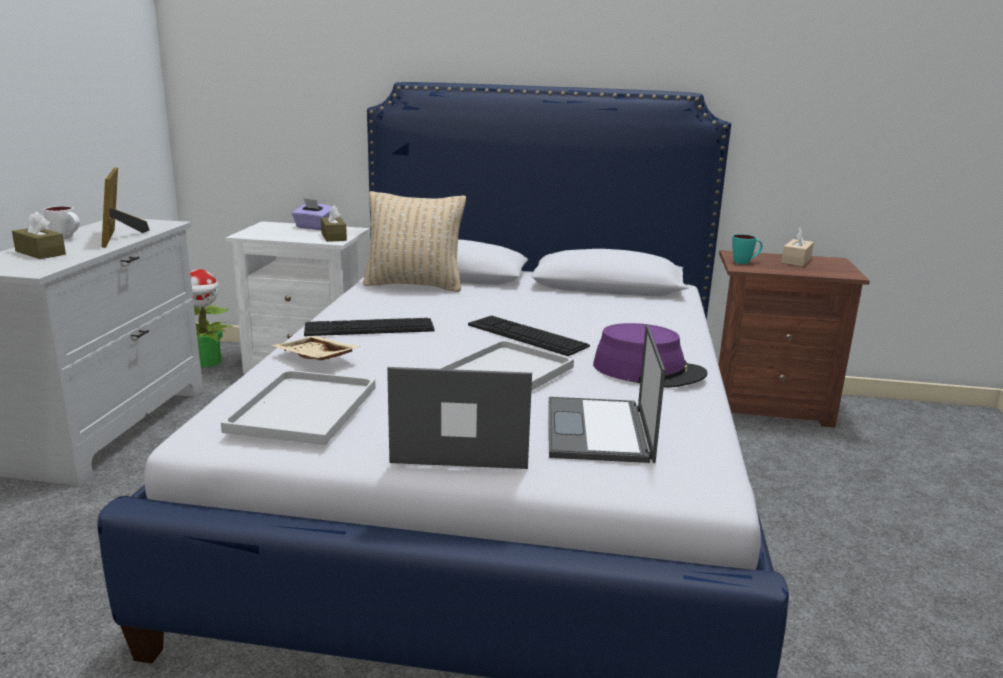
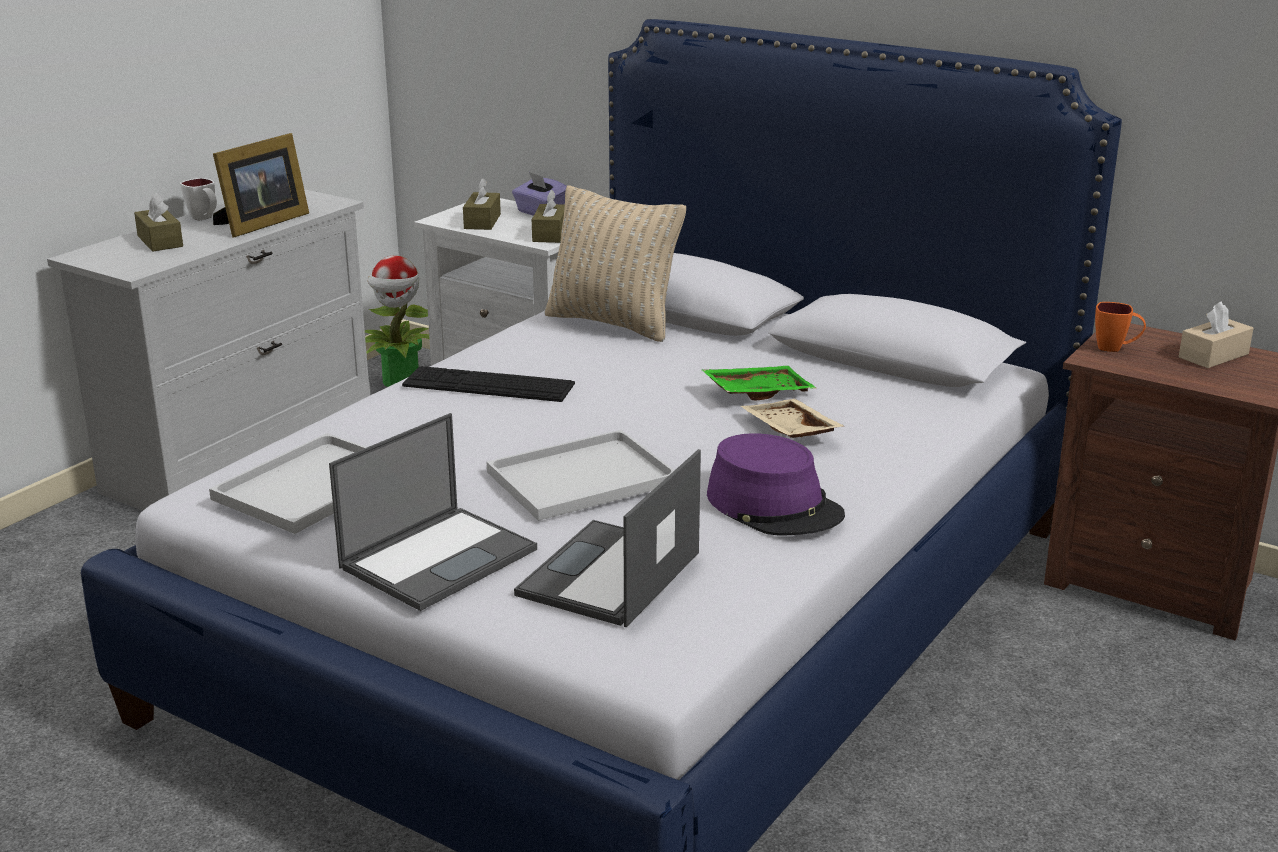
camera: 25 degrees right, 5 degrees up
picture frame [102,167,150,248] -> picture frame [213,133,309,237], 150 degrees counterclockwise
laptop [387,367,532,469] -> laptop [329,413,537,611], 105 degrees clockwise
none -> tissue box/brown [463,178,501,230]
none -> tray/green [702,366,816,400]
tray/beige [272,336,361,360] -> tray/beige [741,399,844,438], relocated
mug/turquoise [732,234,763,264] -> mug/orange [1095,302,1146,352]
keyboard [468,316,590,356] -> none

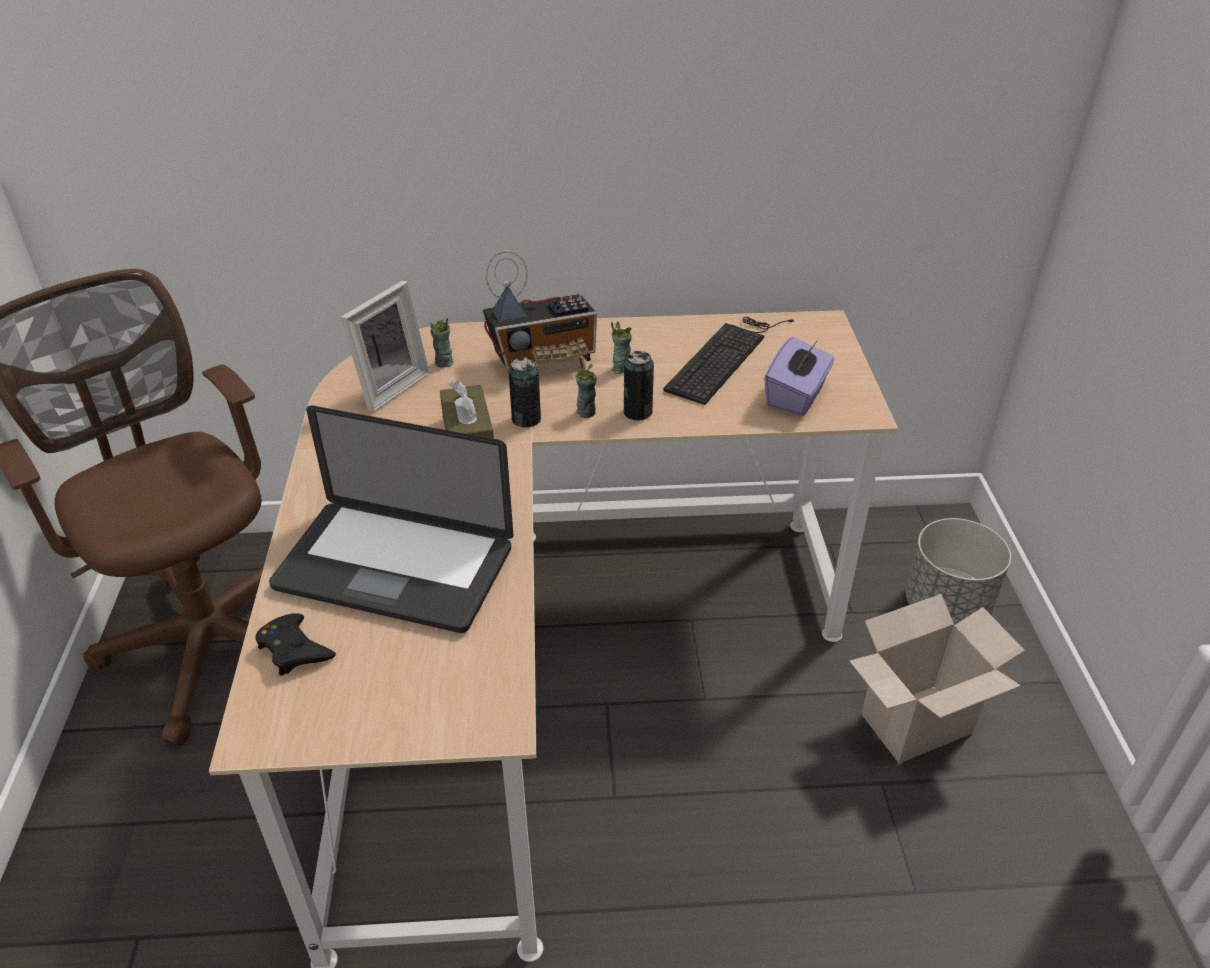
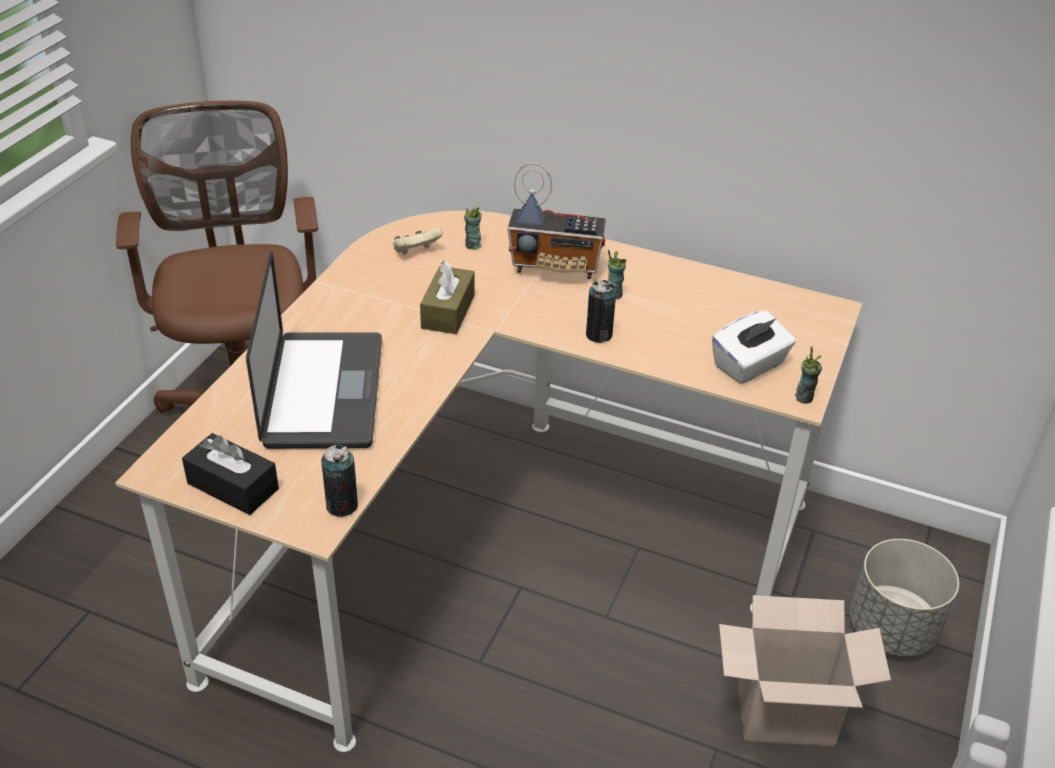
camera: 25 degrees right, 0 degrees up
none -> tissue box/black [182,433,279,515]
laptop [269,406,514,633] -> laptop [246,252,382,449], 135 degrees counterclockwise
can [509,357,541,427] -> can [321,445,358,517], relocated
picture frame [341,280,430,413] -> game controller/beige [393,228,442,255]
tissue box/purple [764,337,834,416] -> tissue box/white [712,311,796,384]
cup [576,358,597,418] -> cup [795,347,822,404], relocated
game controller/black [255,613,336,676] -> none
keyboard [663,317,794,405] -> none

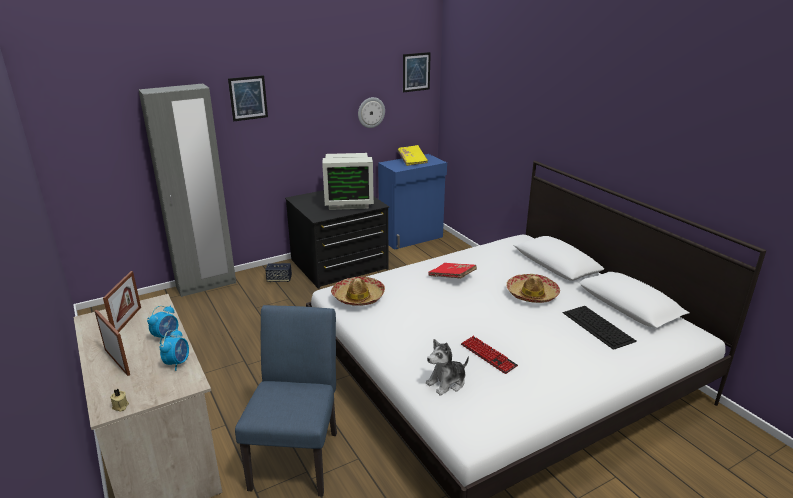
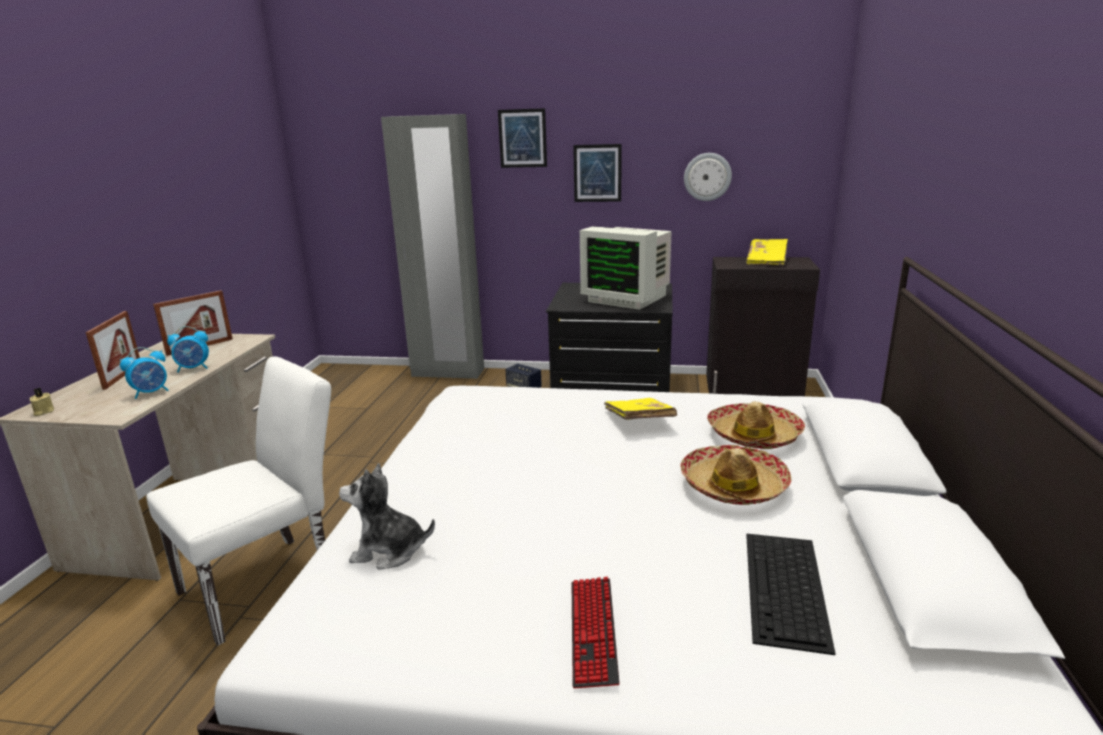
camera: 40 degrees right, 5 degrees down
chair/blue [235,305,337,496] -> chair/white [146,356,331,646]
keyboard [461,336,518,374] -> keyboard [571,577,620,688], relocated
picture [403,52,431,93] -> picture [573,144,622,202], relocated
book/red [428,263,477,278] -> book/yellow [604,398,677,420]
cabinet/blue [378,154,447,250] -> cabinet/black [706,257,820,396]
hat [331,277,385,306] -> hat [707,401,805,449], relocated

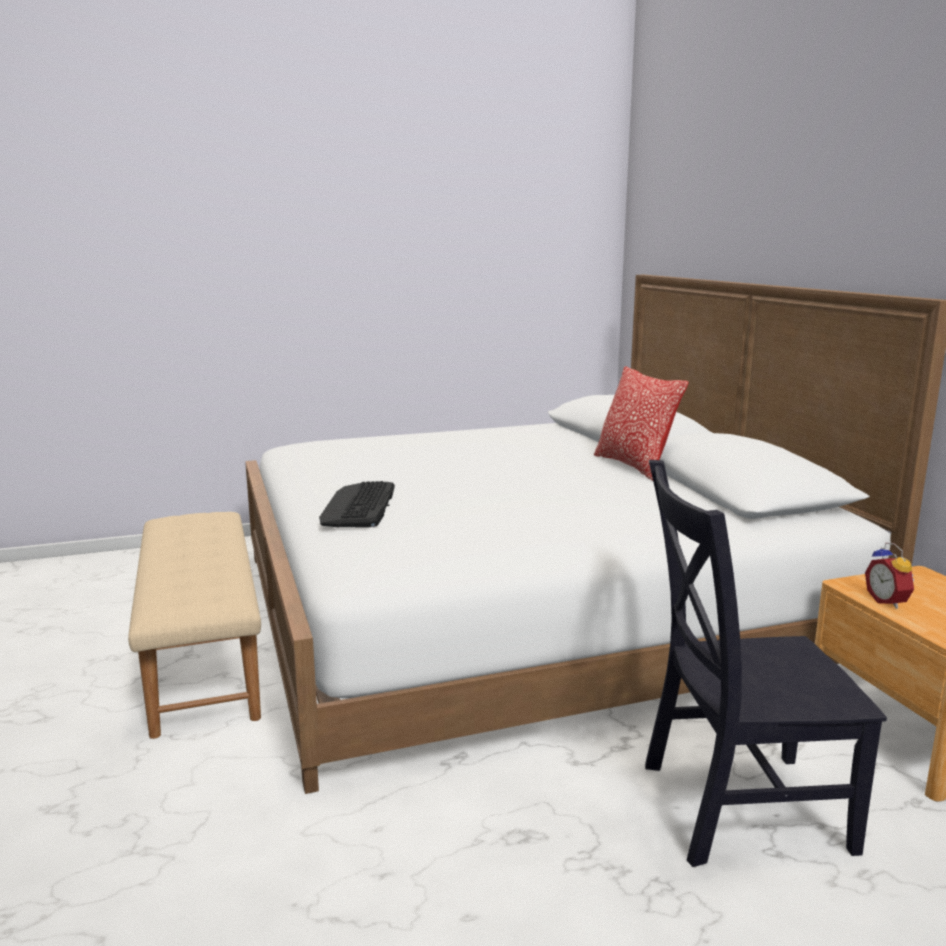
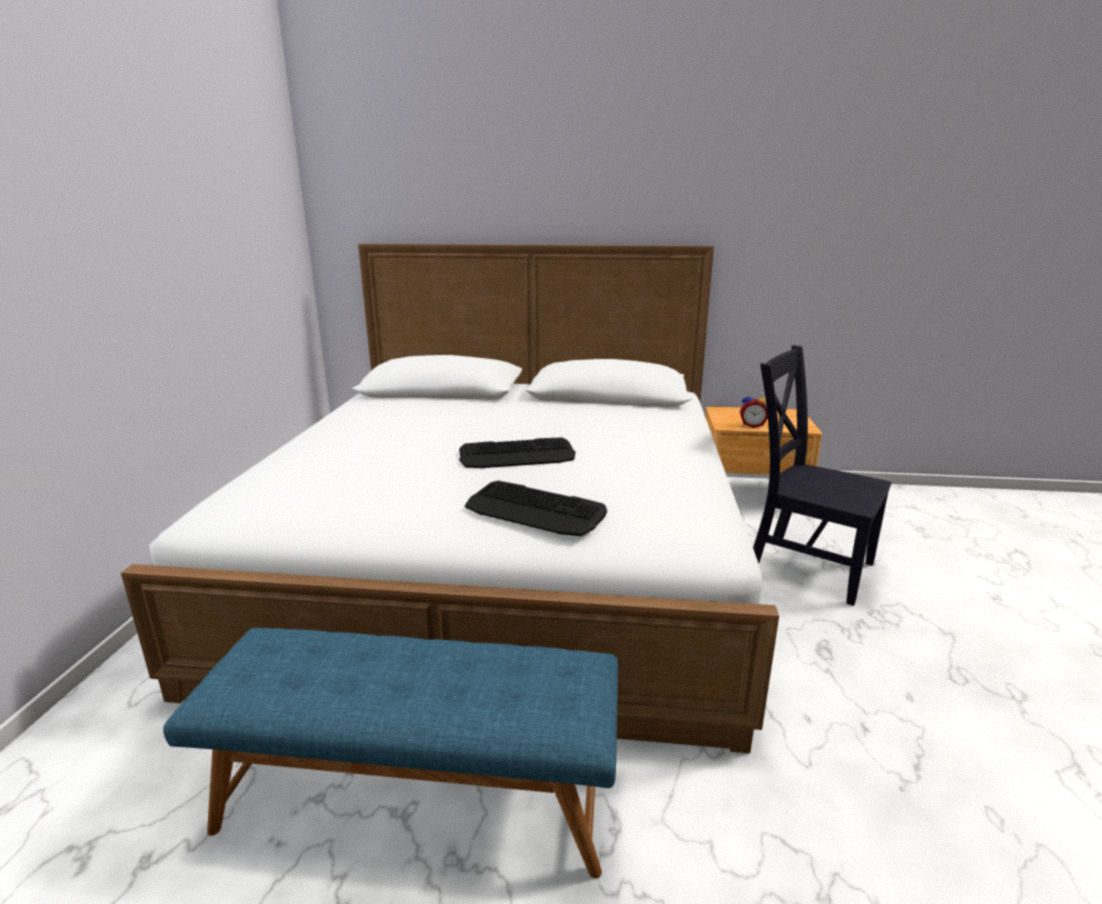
camera: 65 degrees left, 5 degrees up
bench/beige [128,512,261,739] -> bench/blue [163,628,618,878]
none -> keyboard [459,437,576,468]
chair/black [645,460,887,867] -> chair/black [753,345,892,606], 105 degrees clockwise
pillow [594,367,689,481] -> none

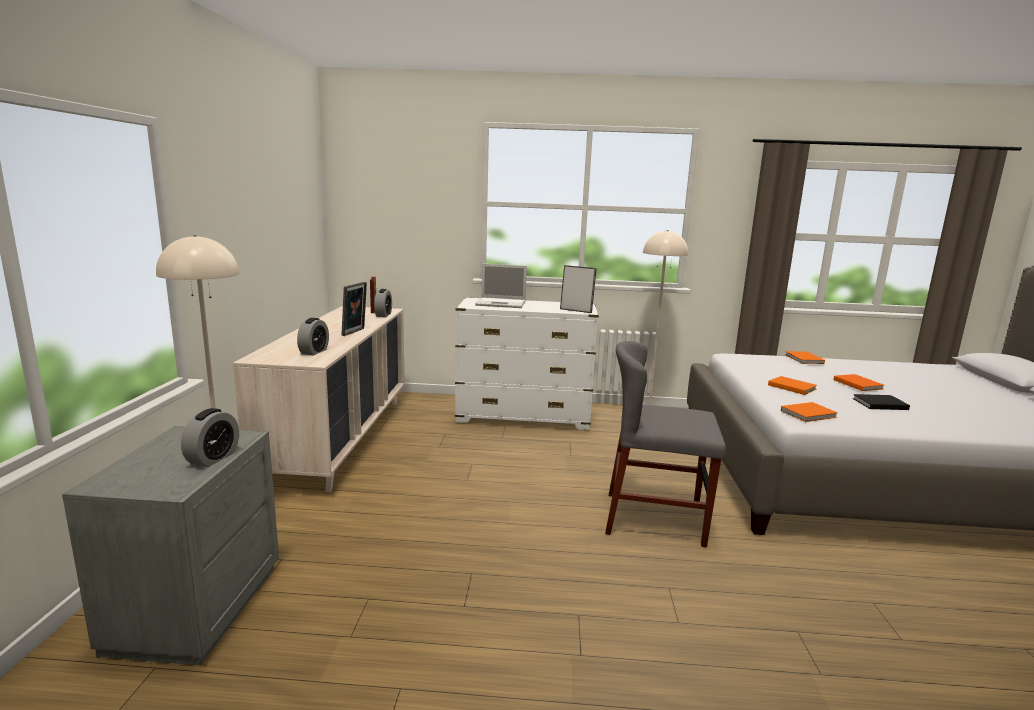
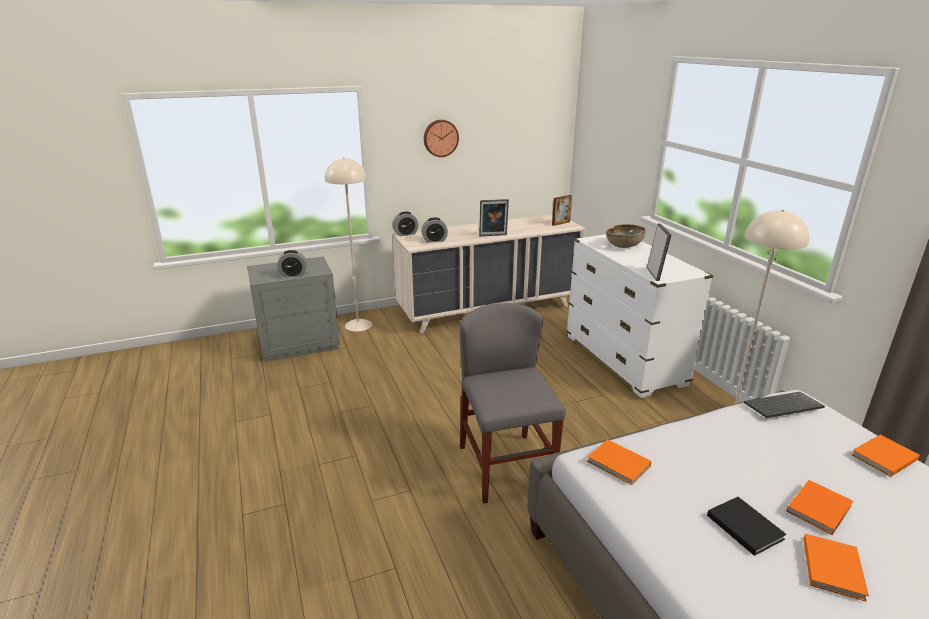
camera: 65 degrees right, 10 degrees up
alarm clock [374,289,392,317] -> alarm clock [393,212,419,236], relocated
none -> wall clock [424,120,459,157]
laptop [475,264,527,308] -> bowl/brown [606,224,646,248]
none -> keyboard [744,392,825,418]
book/orange [768,376,817,395] -> book/orange [803,534,869,601], relocated

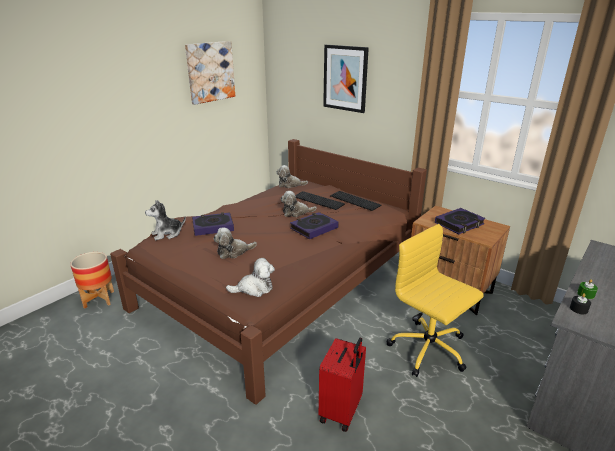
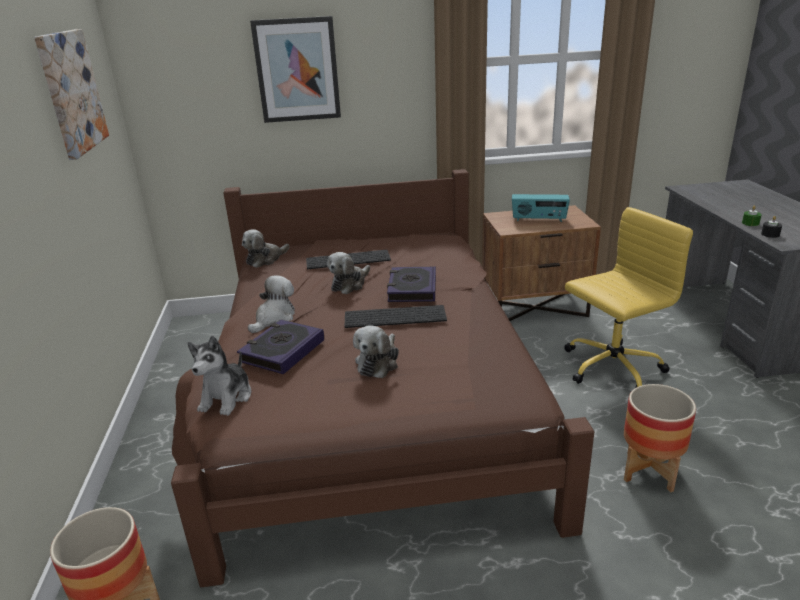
camera: 45 degrees left, 0 degrees up
plush toy [226,258,275,297] -> plush toy [248,275,295,333], relocated
keyboard [330,191,381,211] -> keyboard [345,305,447,328], relocated
book [435,208,485,234] -> radio [512,194,570,222]
office chair/yellow [386,224,484,377] -> office chair/yellow [564,207,693,388], 150 degrees clockwise
suitcase/red [319,338,366,432] -> planter [624,384,696,492]

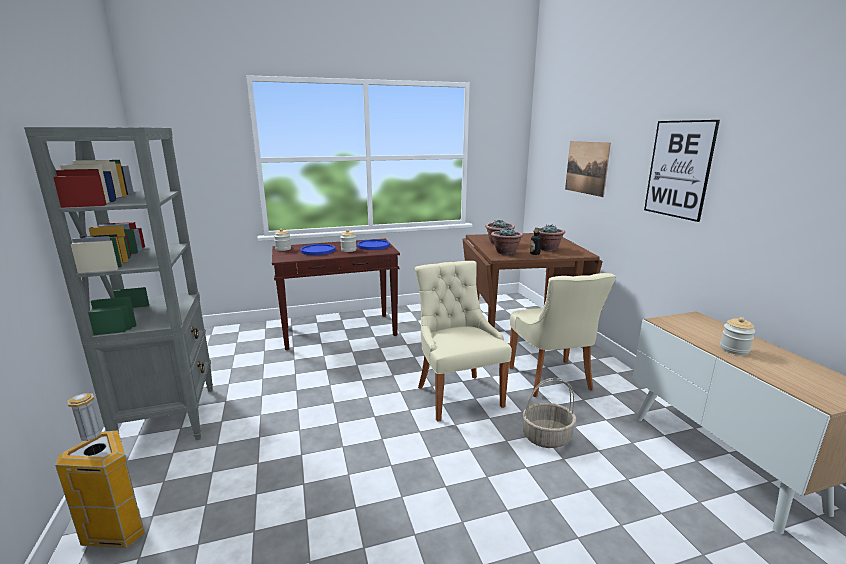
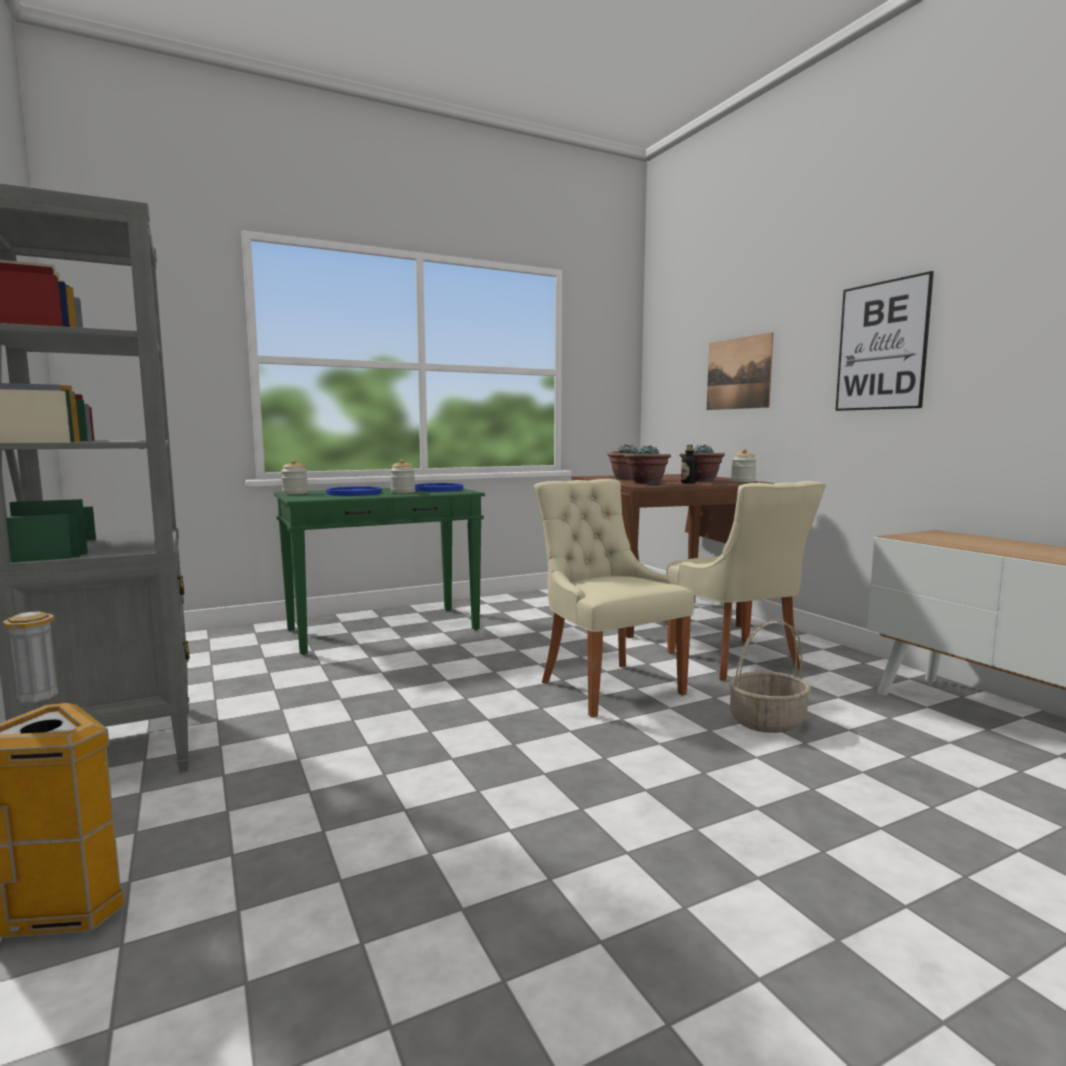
camera: 10 degrees left, 10 degrees down
console table/brown [272,239,400,350] -> console table/green [274,488,485,655]
jar [720,317,755,355] -> jar [731,449,757,482], relocated

